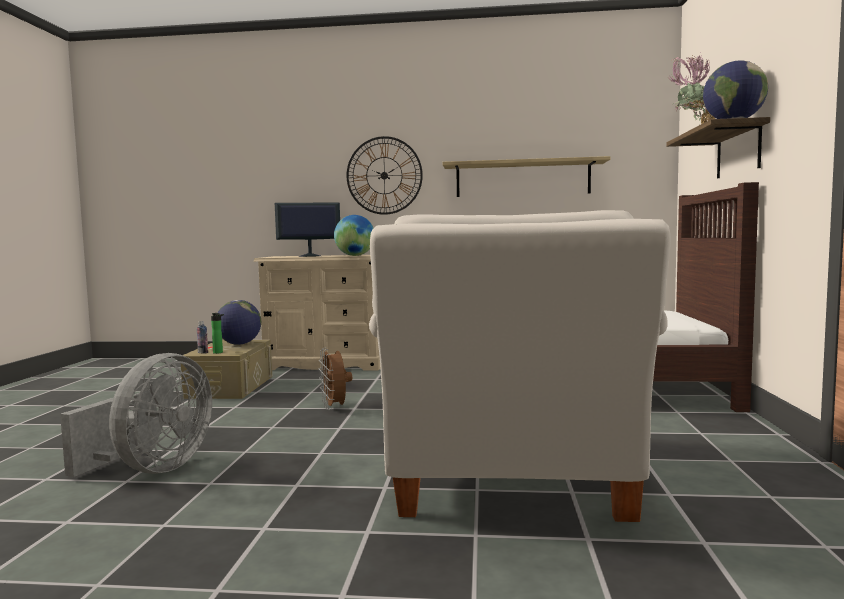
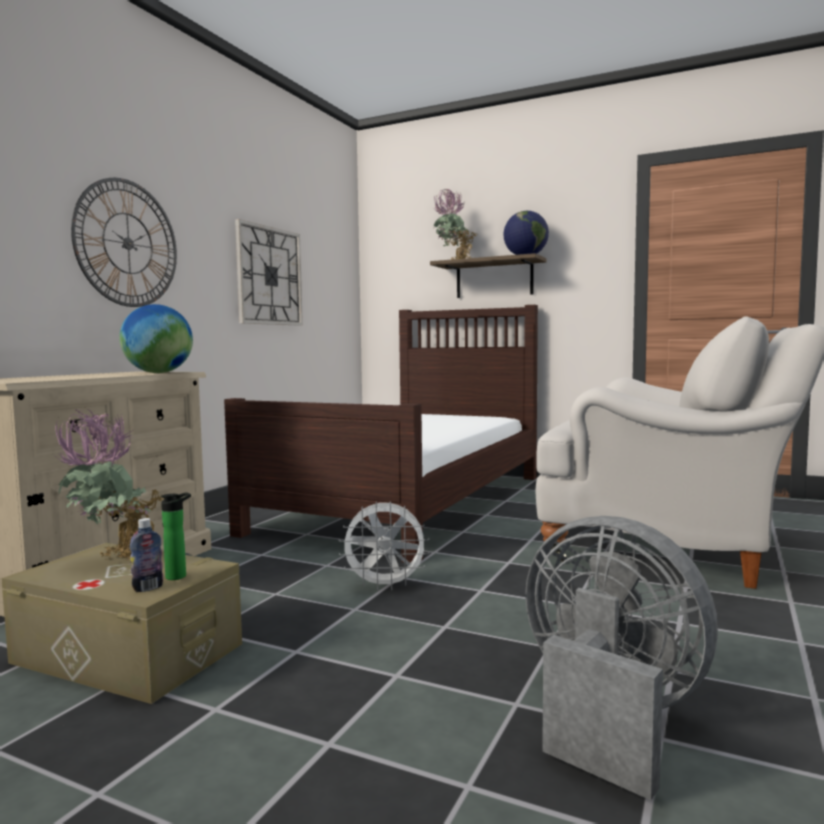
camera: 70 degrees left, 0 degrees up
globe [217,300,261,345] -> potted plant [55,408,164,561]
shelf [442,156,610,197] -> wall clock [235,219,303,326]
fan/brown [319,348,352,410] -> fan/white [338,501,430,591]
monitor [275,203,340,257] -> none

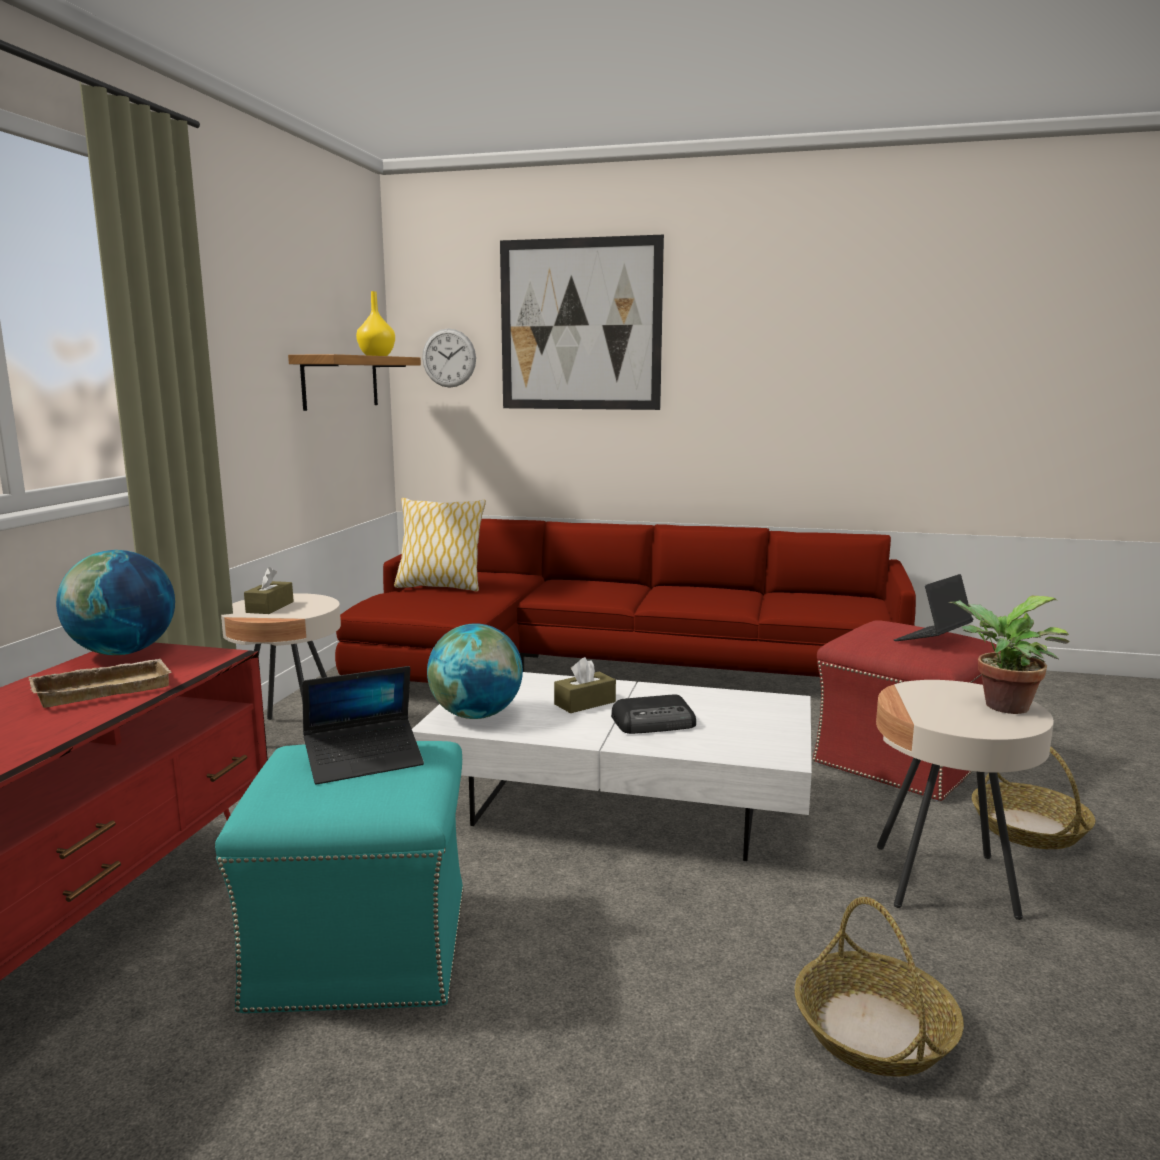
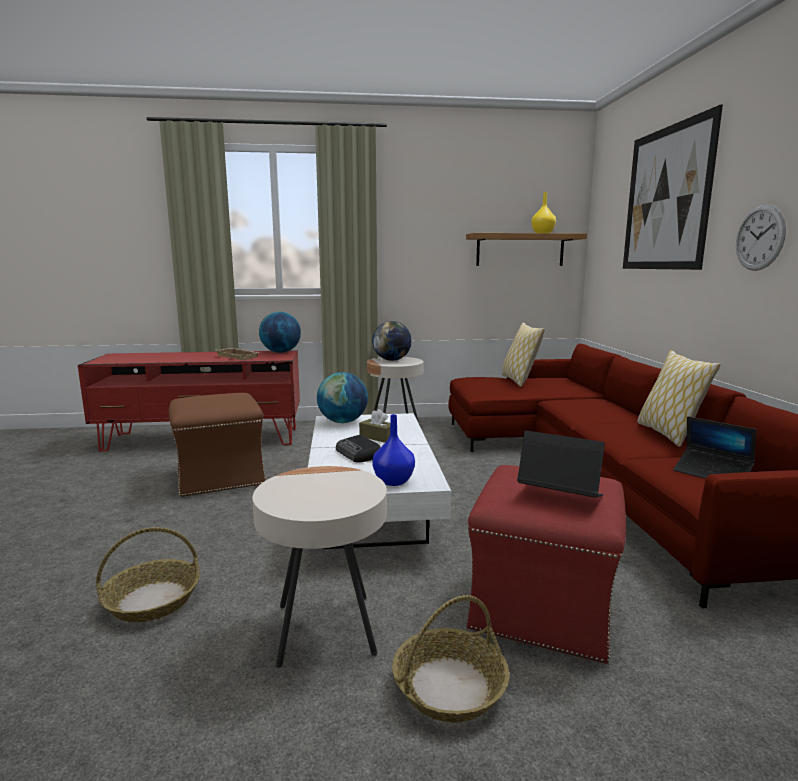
camera: 70 degrees right, 0 degrees up
ottoman/turquoise [215,741,464,1014] -> ottoman/brown [169,393,266,497]
tissue box/brown [244,567,294,614] -> globe [372,321,412,361]
none -> vase/blue [372,414,415,486]
none -> pillow [637,350,721,447]
laptop [302,666,424,784] -> laptop [673,416,757,479], relocated
wall clock [422,328,476,387] -> wall clock [736,205,786,271], relocated
potted plant [949,596,1070,714] -> none

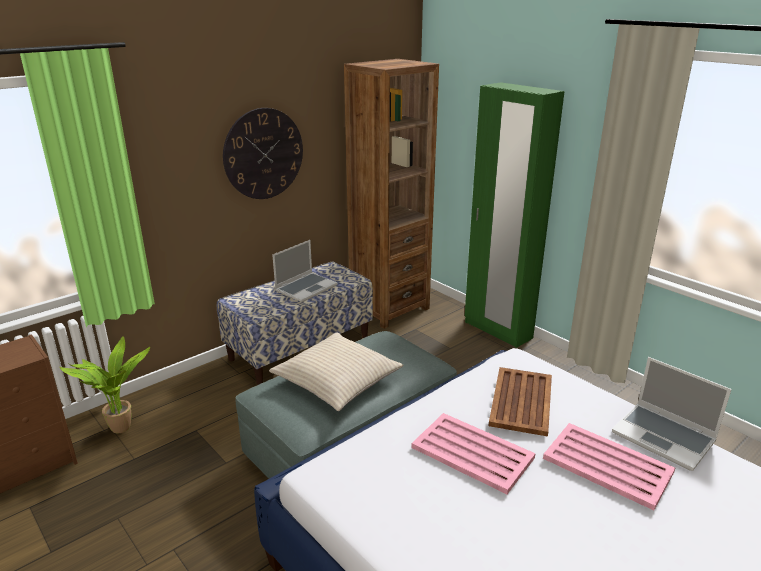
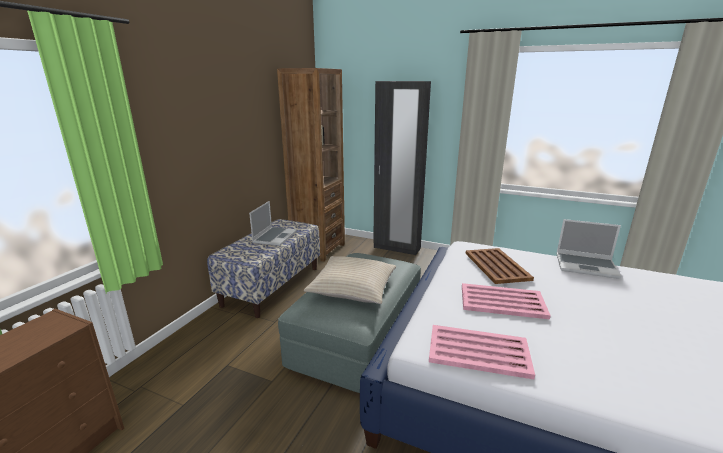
camera: 25 degrees left, 5 degrees down
wardrobe/green [465,82,565,348] -> wardrobe/black [373,81,431,255]
tray/pink [543,423,675,510] -> tray/pink [429,325,535,379], relocated
potted plant [59,337,150,433] -> none
wall clock [223,108,303,199] -> none

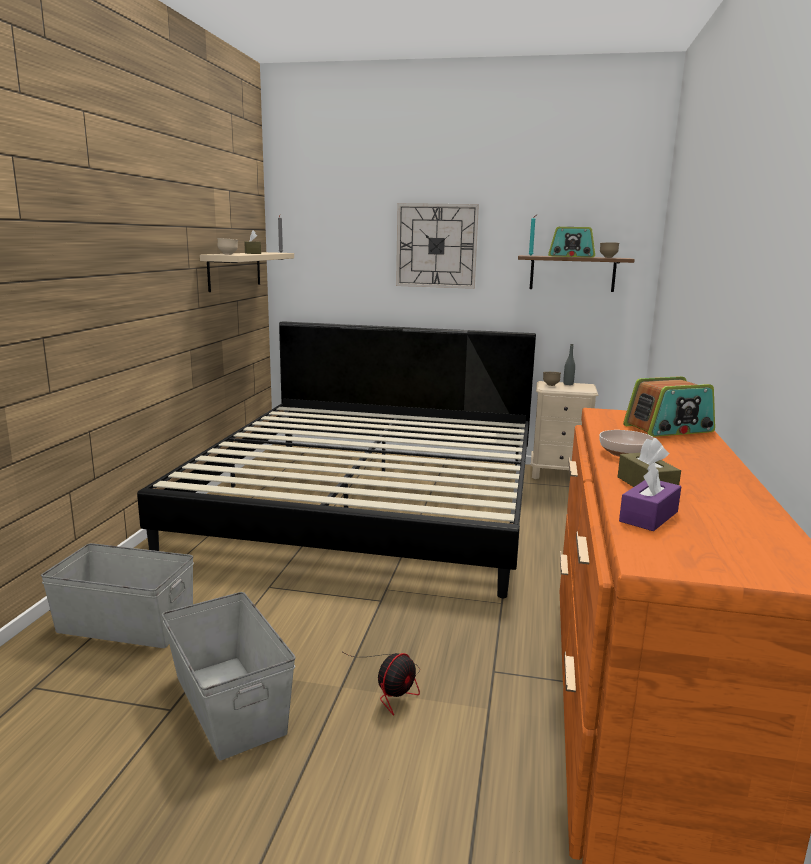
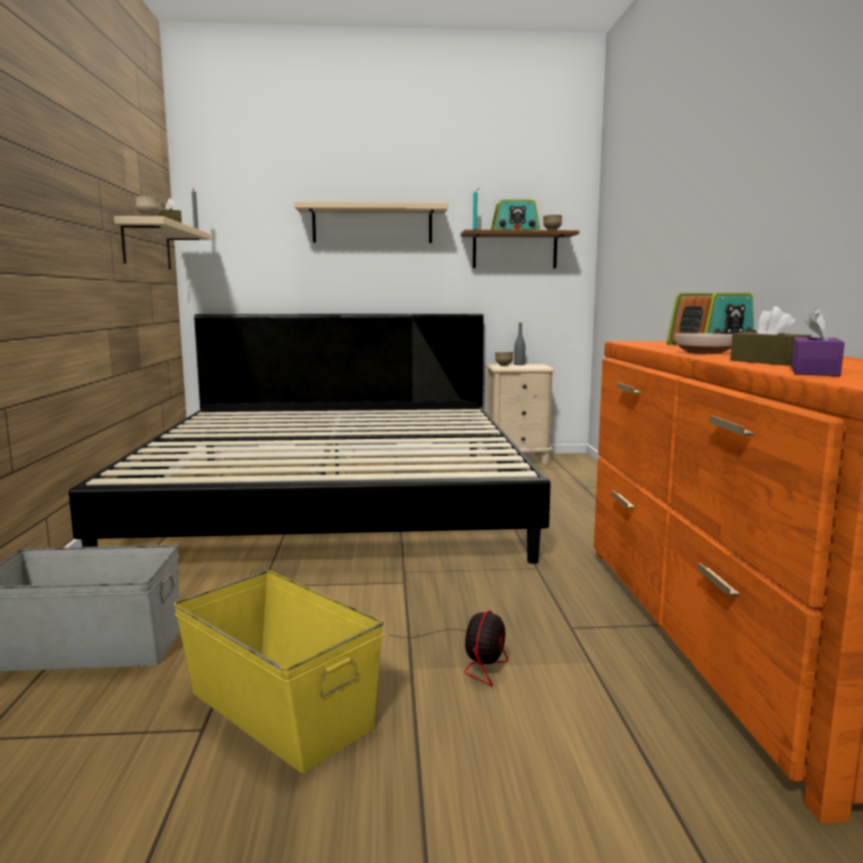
camera: 15 degrees left, 5 degrees down
storage box/grey [162,592,296,761] -> storage box/yellow [173,570,384,773]
wall clock [396,203,479,289] -> shelf/beige [294,201,448,243]

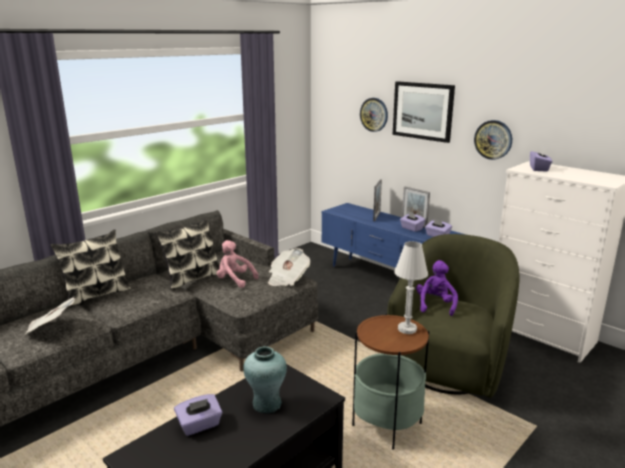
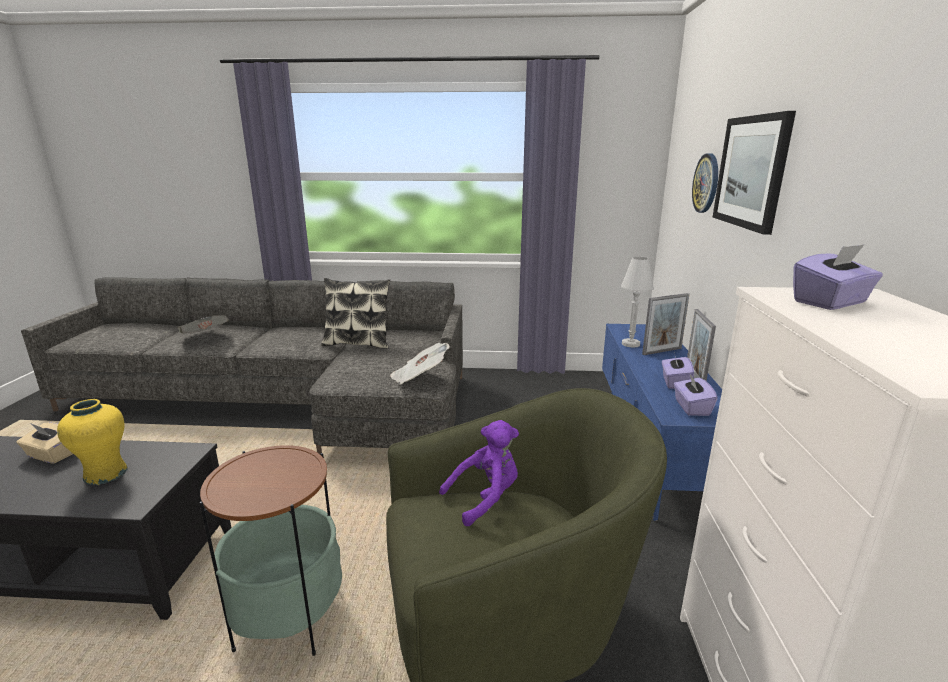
camera: 50 degrees right, 0 degrees up
tissue box/purple [174,394,222,436] -> tissue box/beige [17,422,73,464]
vase/turquoise [243,346,287,414] -> vase/yellow [57,399,128,485]
table lamp/white [395,241,428,334] -> table lamp/white [621,257,654,348], relocated
pillow [51,229,131,308] -> none
plush toy/pink [217,240,259,288] -> none
wall clock [474,120,512,160] -> none

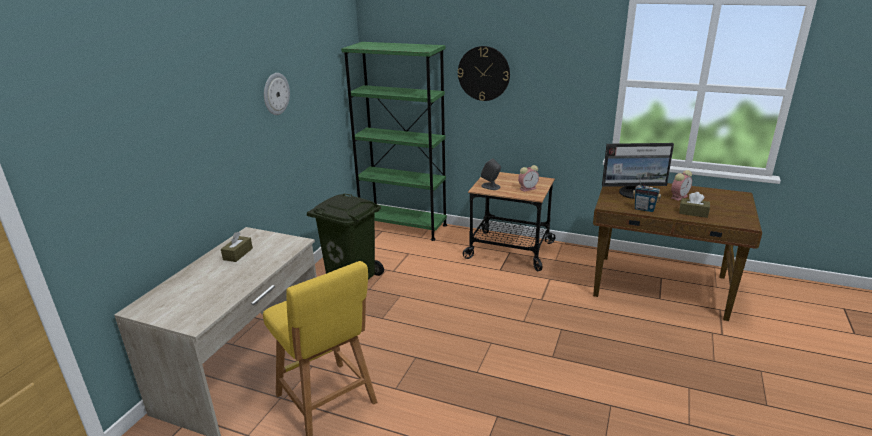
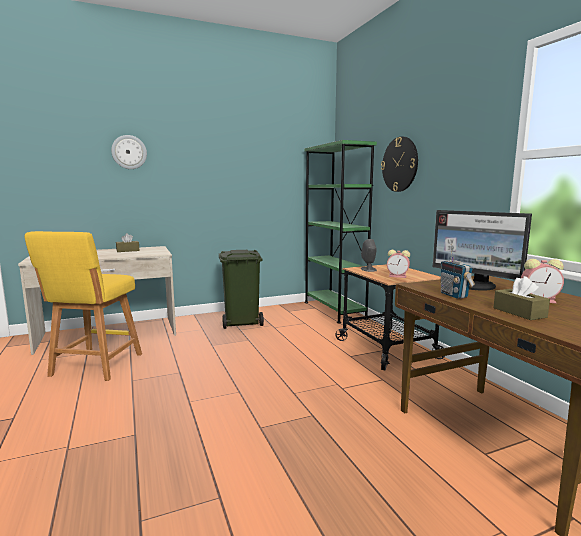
camera: 45 degrees right, 15 degrees down
wall clock [264,73,290,115] -> wall clock [111,135,147,169], relocated

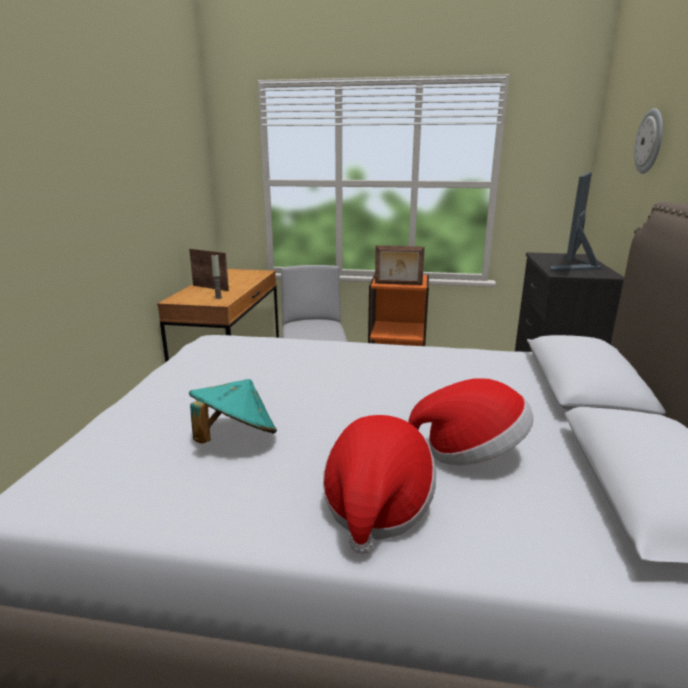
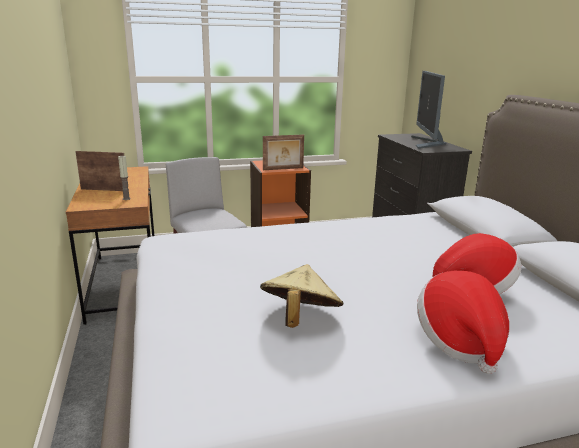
camera: 25 degrees left, 0 degrees up
hat/turquoise [189,379,277,443] -> hat/beige [260,264,344,328]
wall clock [634,108,663,174] -> none

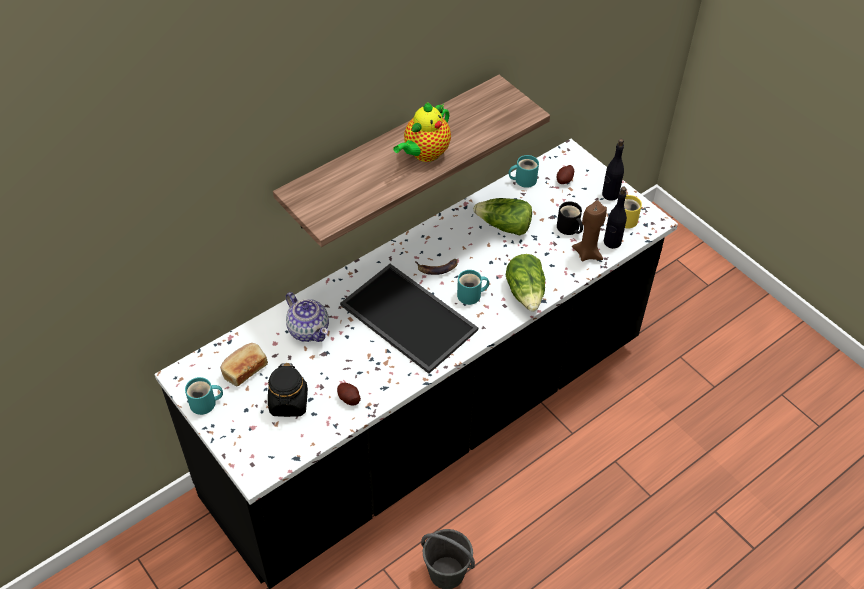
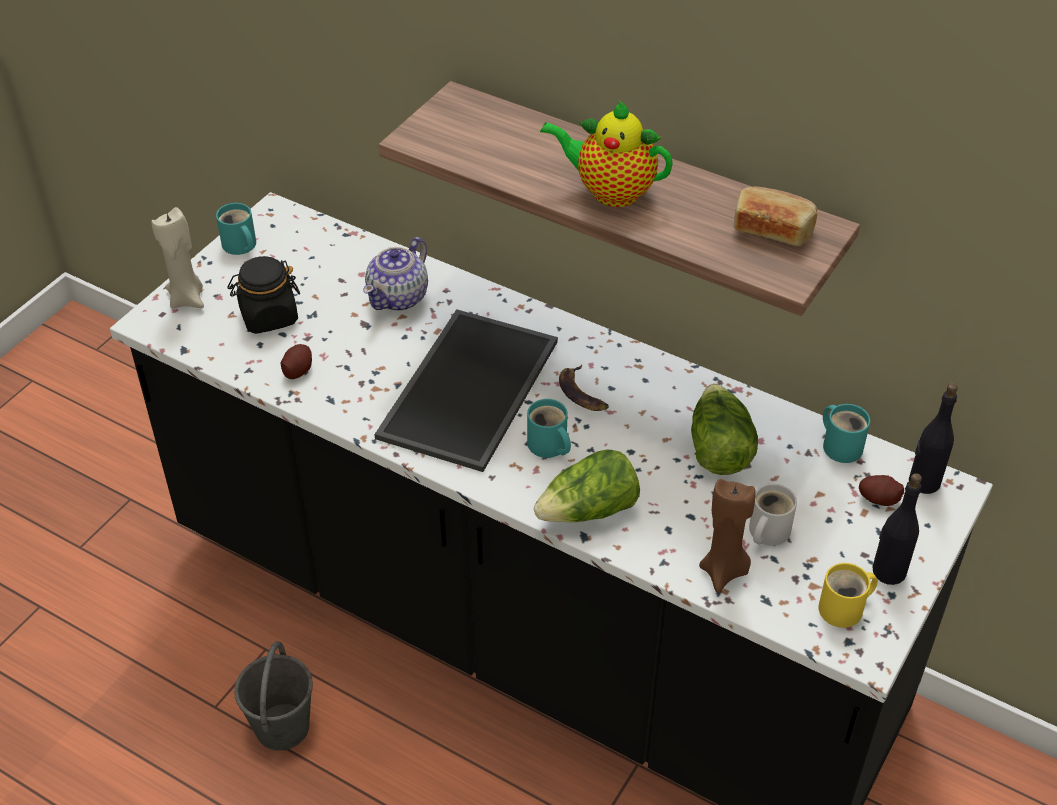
camera: 70 degrees right, 5 degrees down
none -> candle/beige [151,207,204,309]
bread [220,343,268,386] -> bread [734,187,817,246], relocated
mug/black [557,201,583,235] -> mug/white [749,483,797,546]
bottle/black [604,187,627,249] -> bottle/black [909,383,958,494], relocated

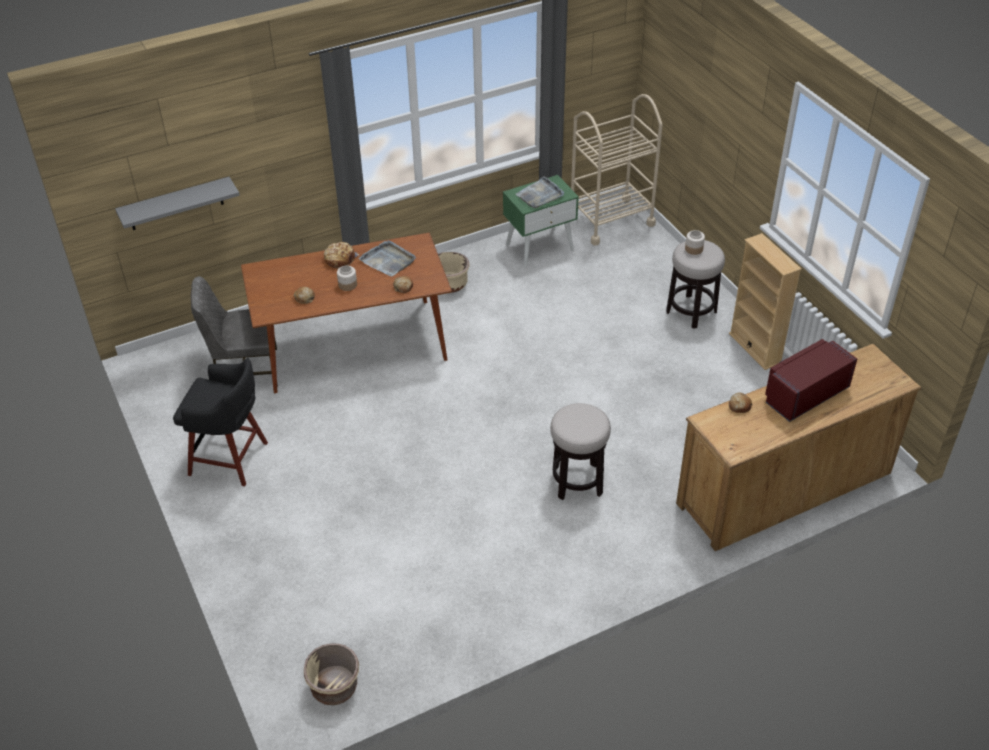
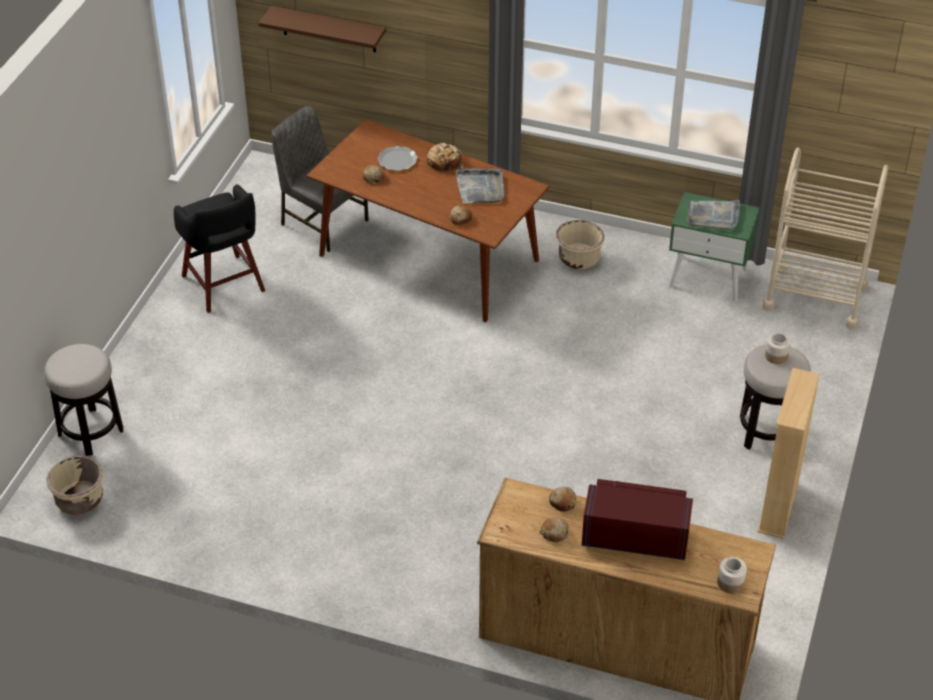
camera: 45 degrees right, 0 degrees up
stool [550,403,611,500] -> stool [44,344,123,456], relocated
shelf/grey [115,177,240,230] -> shelf/brown [259,6,386,52]
none -> plate [377,146,418,171]
none -> bread [540,517,568,542]
jar [337,265,357,291] -> jar [717,557,747,593], relocated

